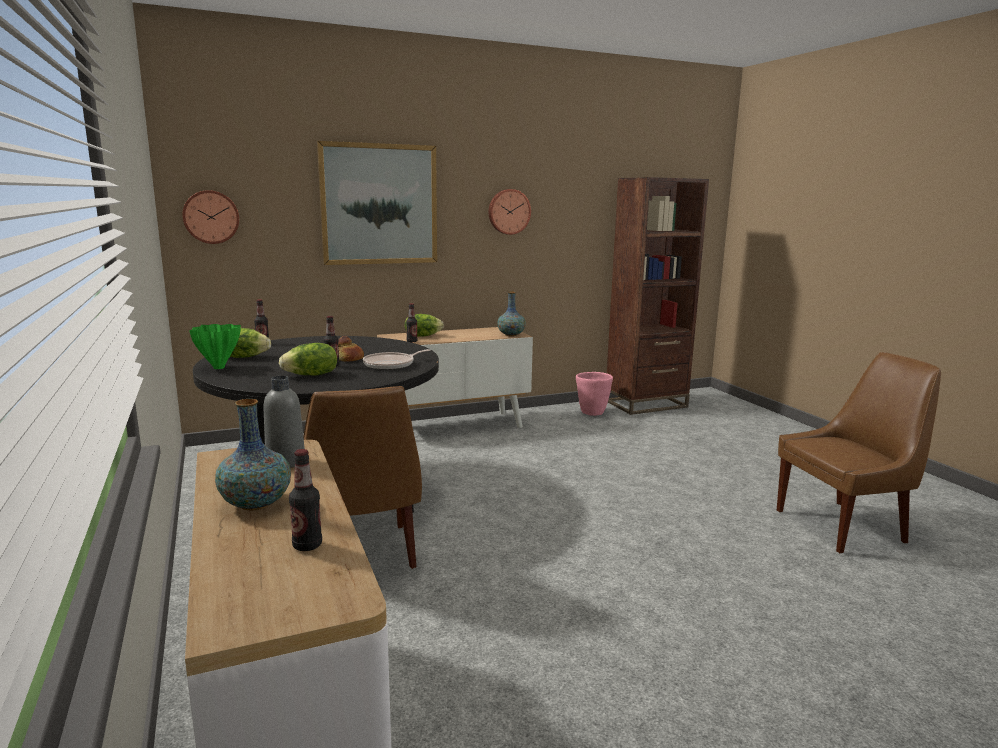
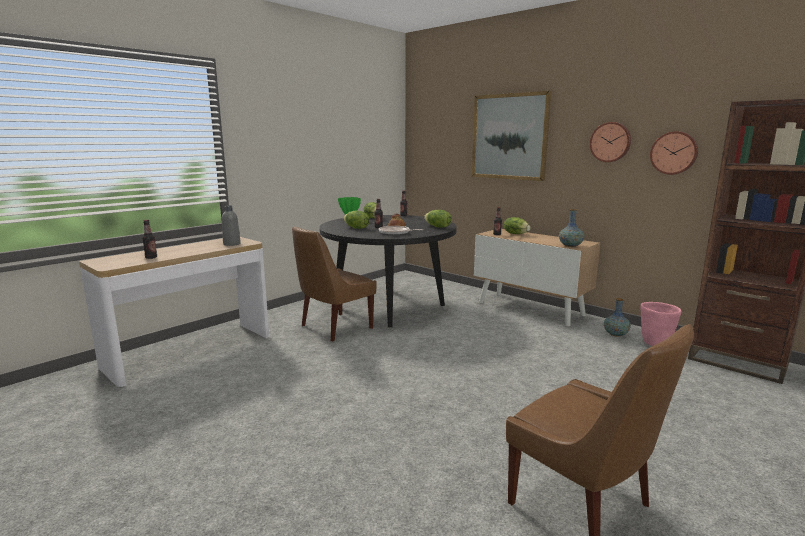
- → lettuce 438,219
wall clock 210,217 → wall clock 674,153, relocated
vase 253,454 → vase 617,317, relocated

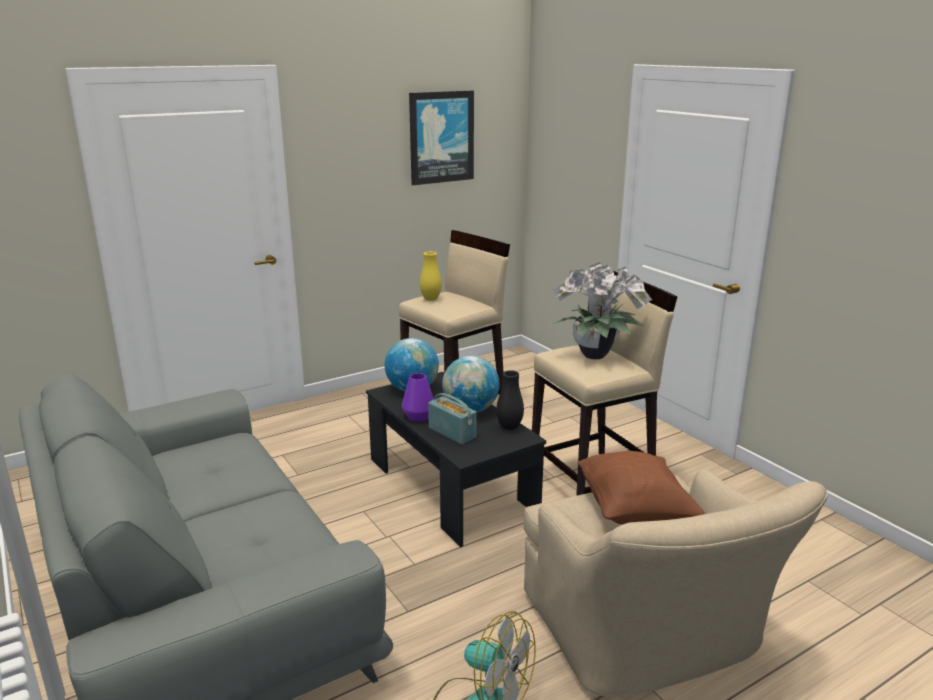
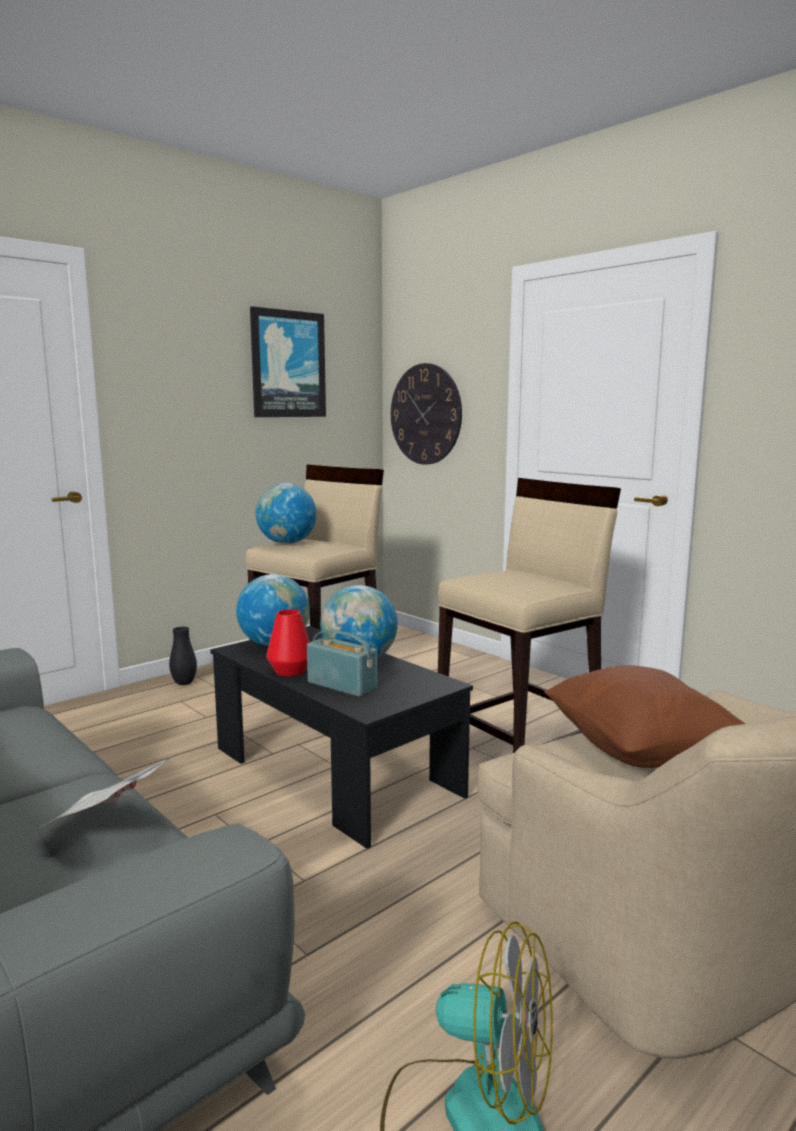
potted plant 601,310 → -
- → newspaper 108,791
- → wall clock 426,414
black vase 510,400 → black vase 183,656, relocated
yellow vase 431,276 → globe 286,513
purple vase 418,397 → red vase 288,643

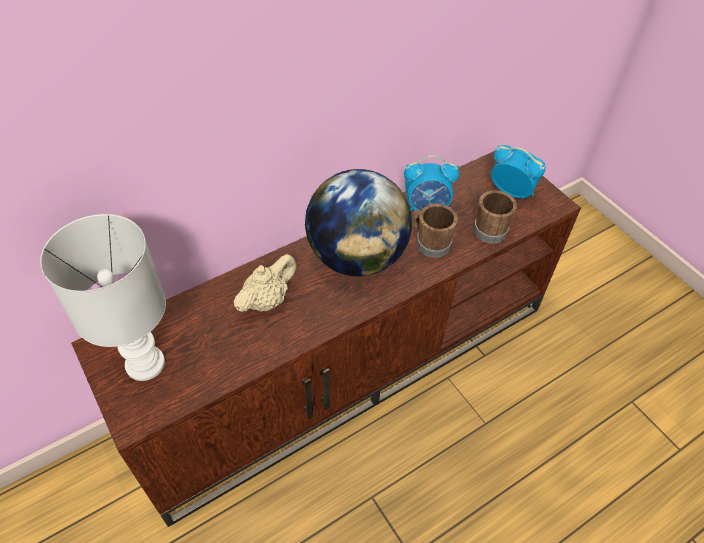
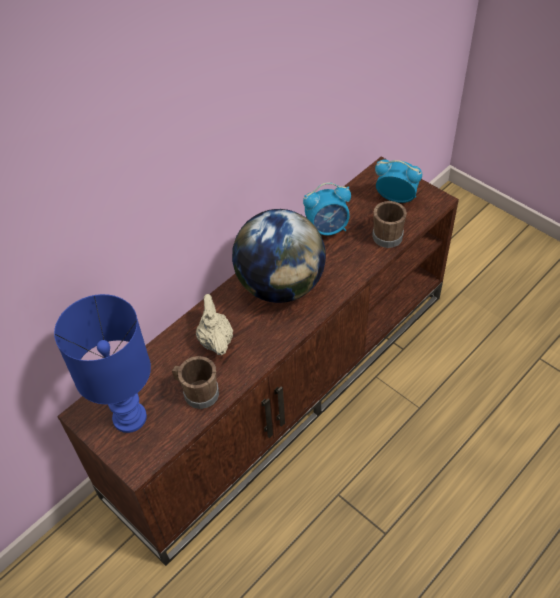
brown mug 435,231 → brown mug 195,382, relocated
white table lamp 103,297 → blue table lamp 102,363
beige teapot 265,283 → beige teapot 214,325, 45 degrees counterclockwise

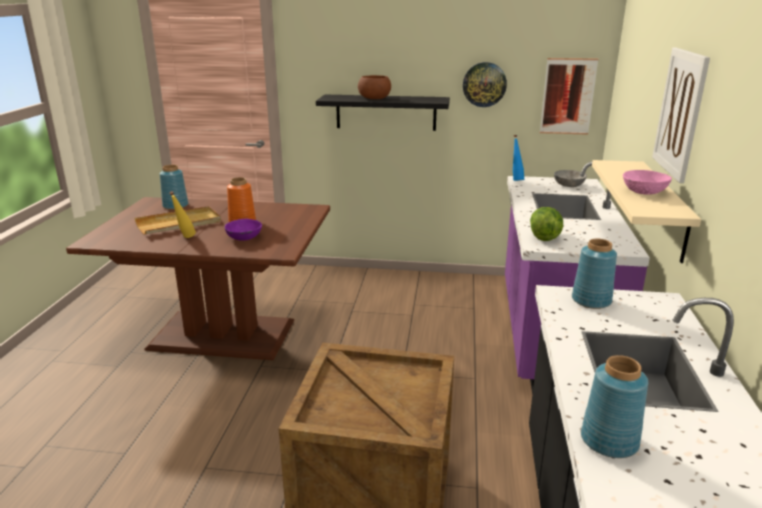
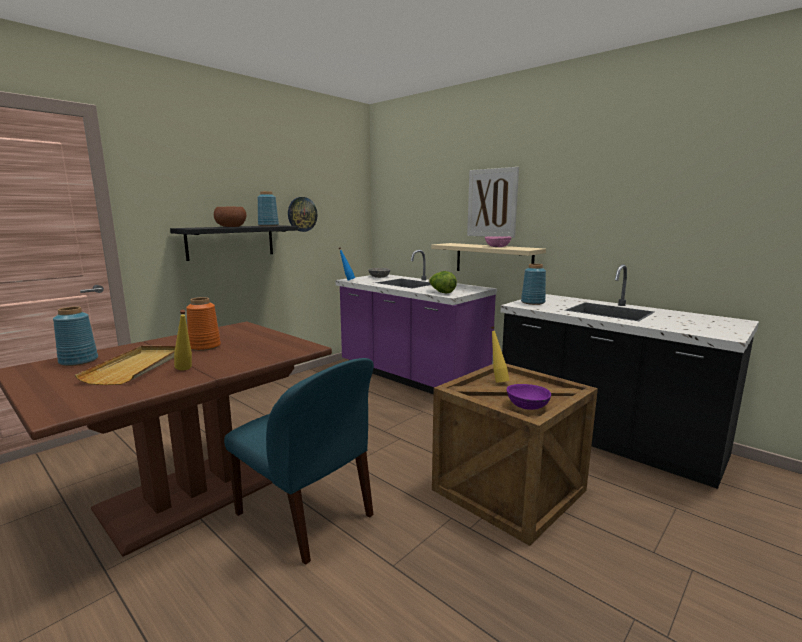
picture 569,96 → -
- → blue chair 299,461
- → yellow bottle 500,354
purple bowl 243,230 → purple bowl 529,397, relocated
blue vase 614,406 → blue vase 268,208, relocated

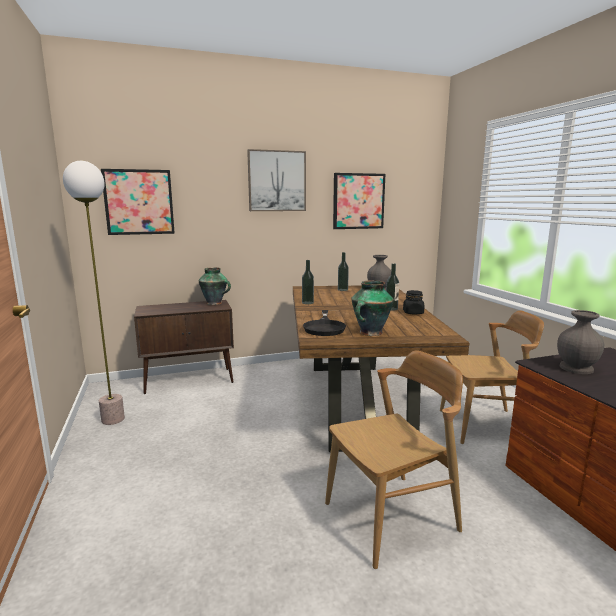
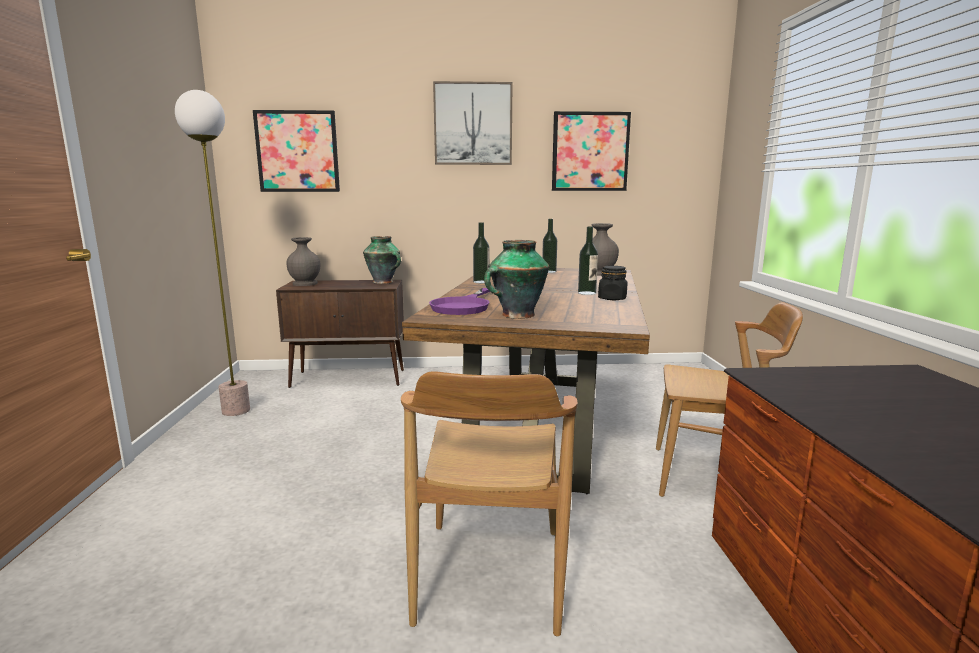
grey vase 580,342 → grey vase 303,261, relocated
black frying pan 324,323 → purple frying pan 459,301
brown chair 394,459 → brown chair 489,504, 105 degrees clockwise

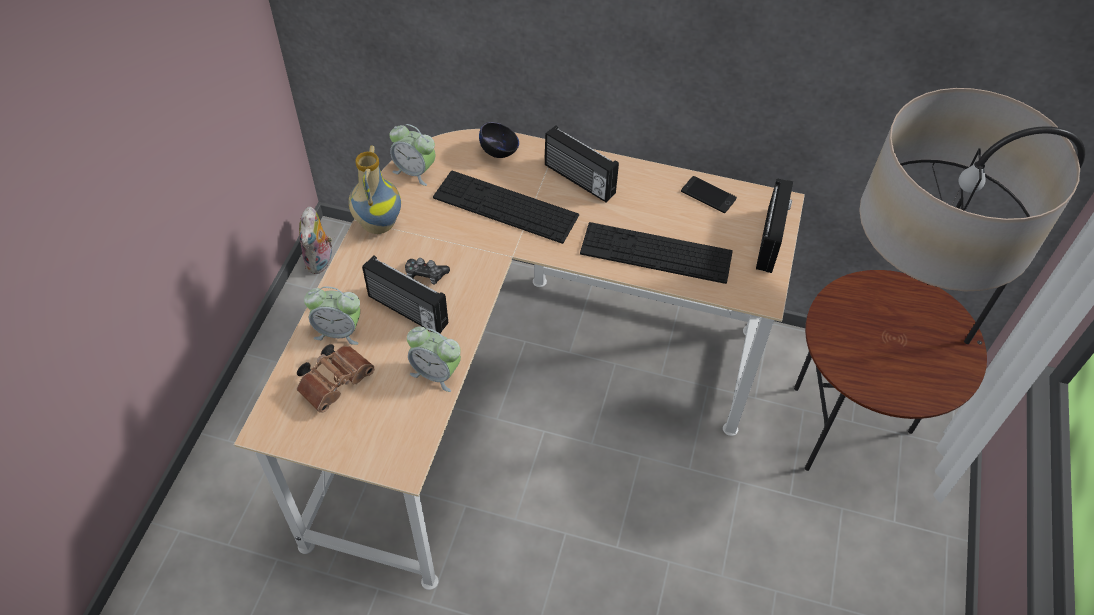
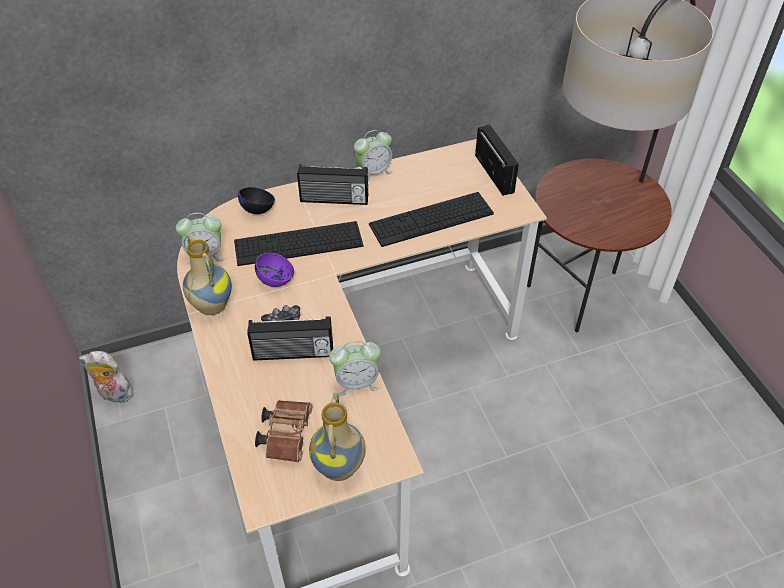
phone 709,194 → -
- → purple bowl 274,269
- → vase 337,437
alarm clock 332,315 → alarm clock 373,155, relocated
plush toy 315,240 → plush toy 106,377, 135 degrees clockwise

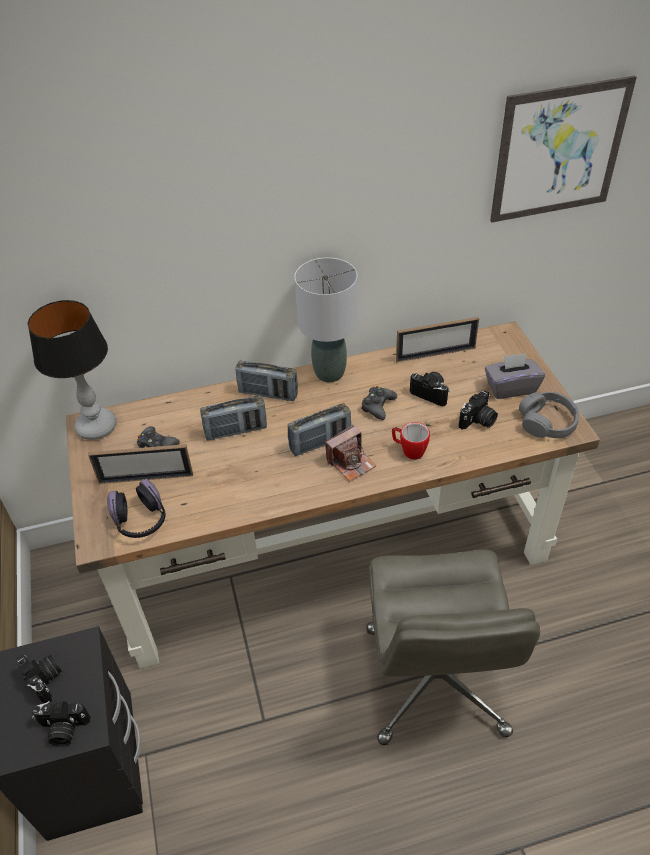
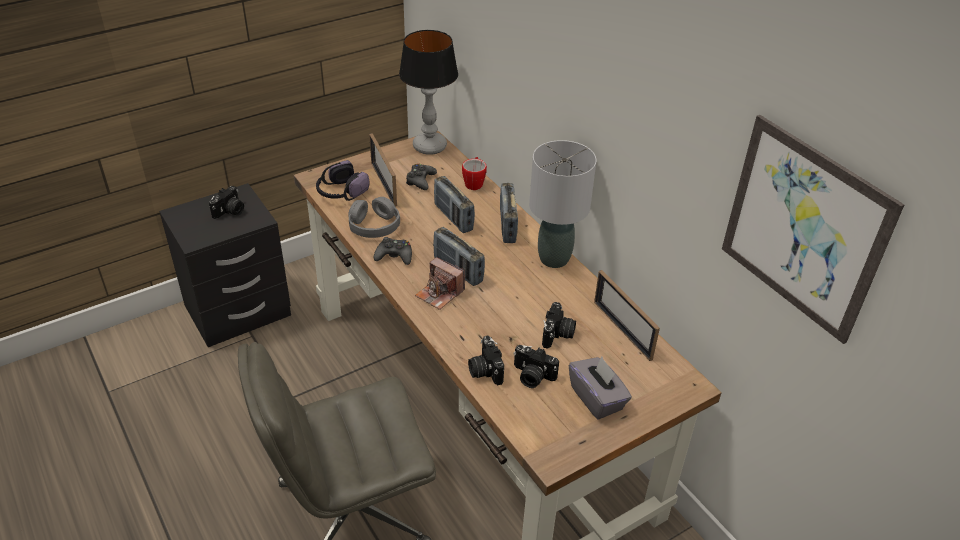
photo camera 61,723 → photo camera 486,360, relocated
black game controller 379,403 → black game controller 393,251, relocated
mug 411,440 → mug 474,173, relocated
grey headphones 549,415 → grey headphones 374,217, relocated

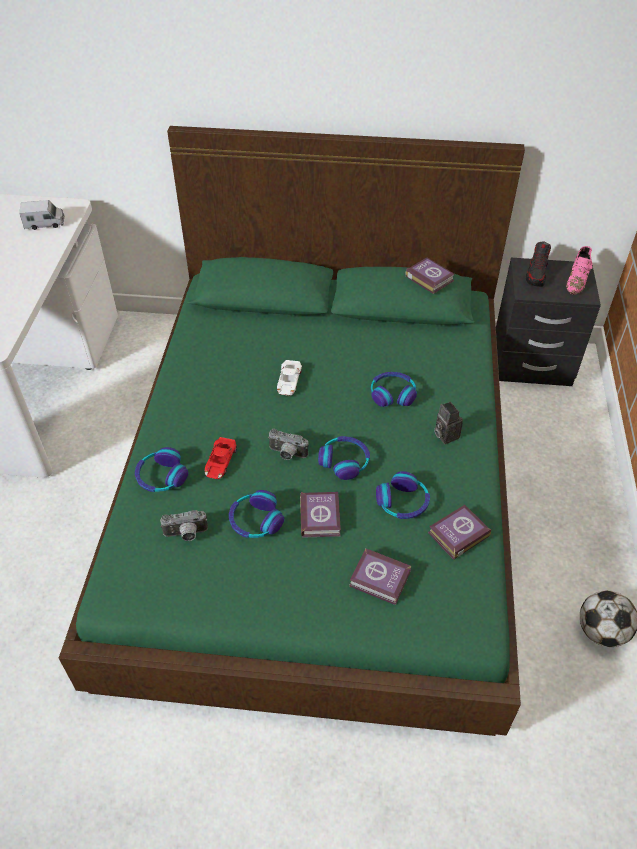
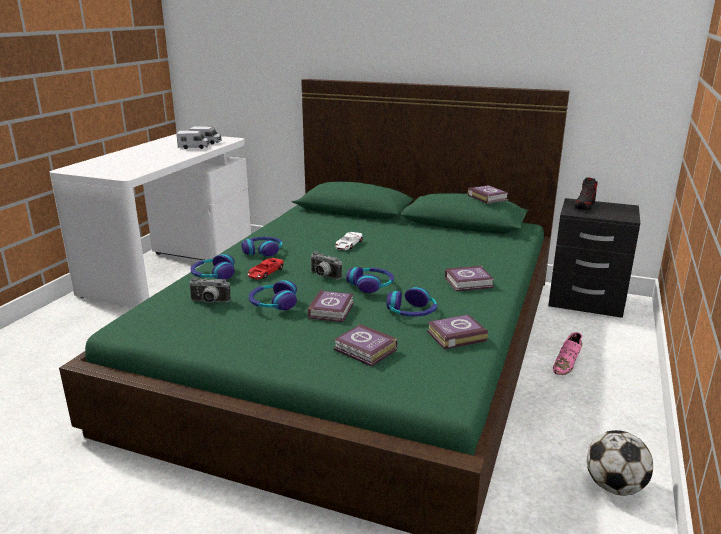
- → toy truck 193,140
headphones 394,389 → headphones 261,247, relocated
pink shoe 579,270 → pink shoe 568,353, relocated
photo camera 448,423 → book 469,278

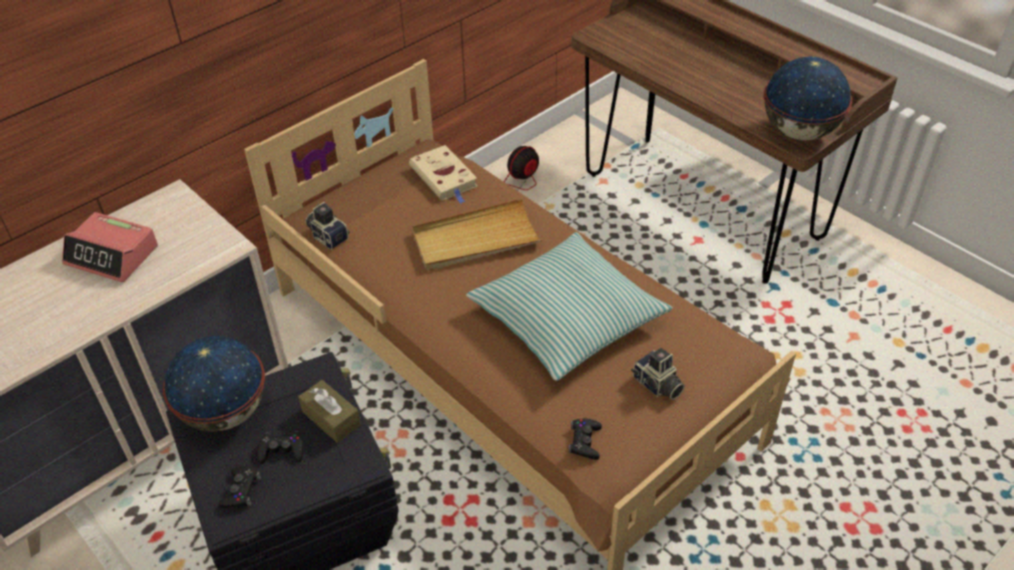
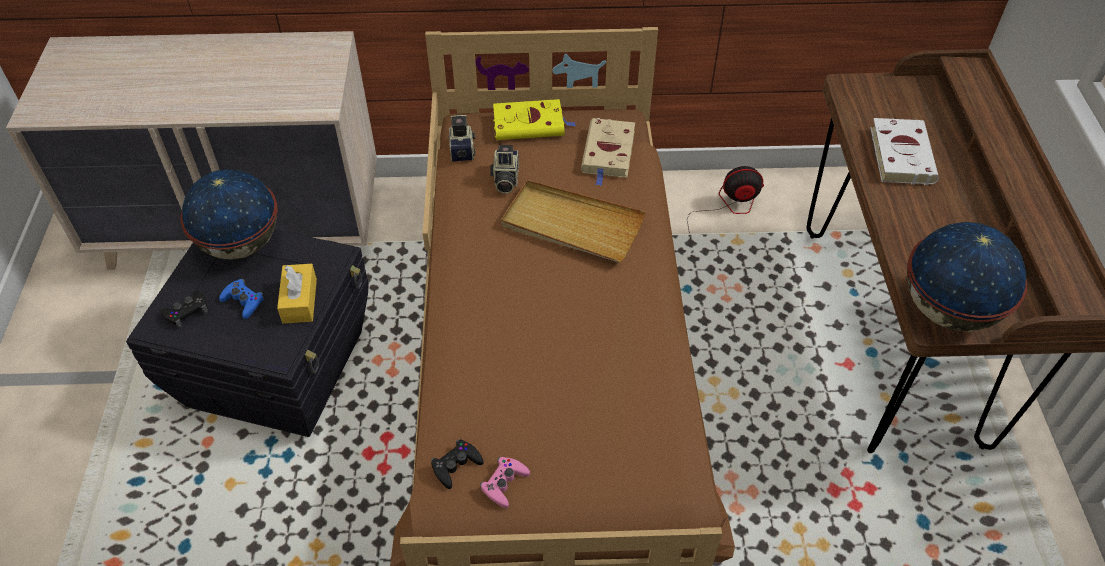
alarm clock 110,247 → -
pillow 569,306 → -
- → pink game controller 505,482
- → yellow book 534,119
- → white book 904,151
photo camera 658,374 → photo camera 504,169, relocated
black game controller 280,447 → blue game controller 242,299
brown tissue box 329,411 → yellow tissue box 297,294

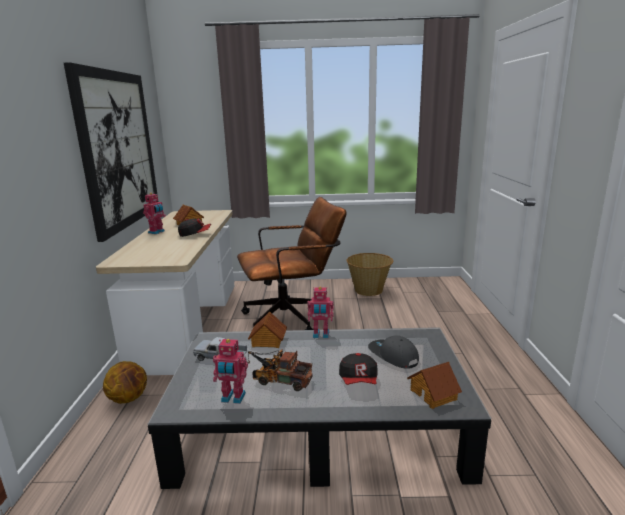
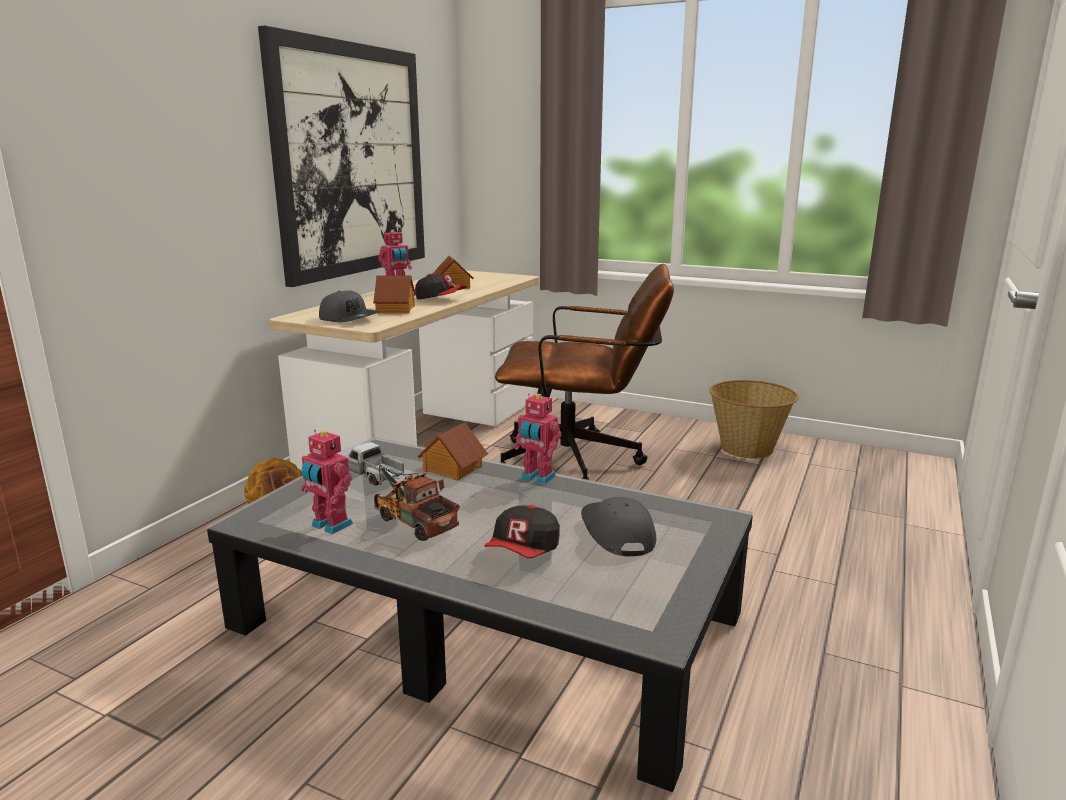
- → grey cap 349,306
toy house 434,385 → toy house 394,295, relocated

